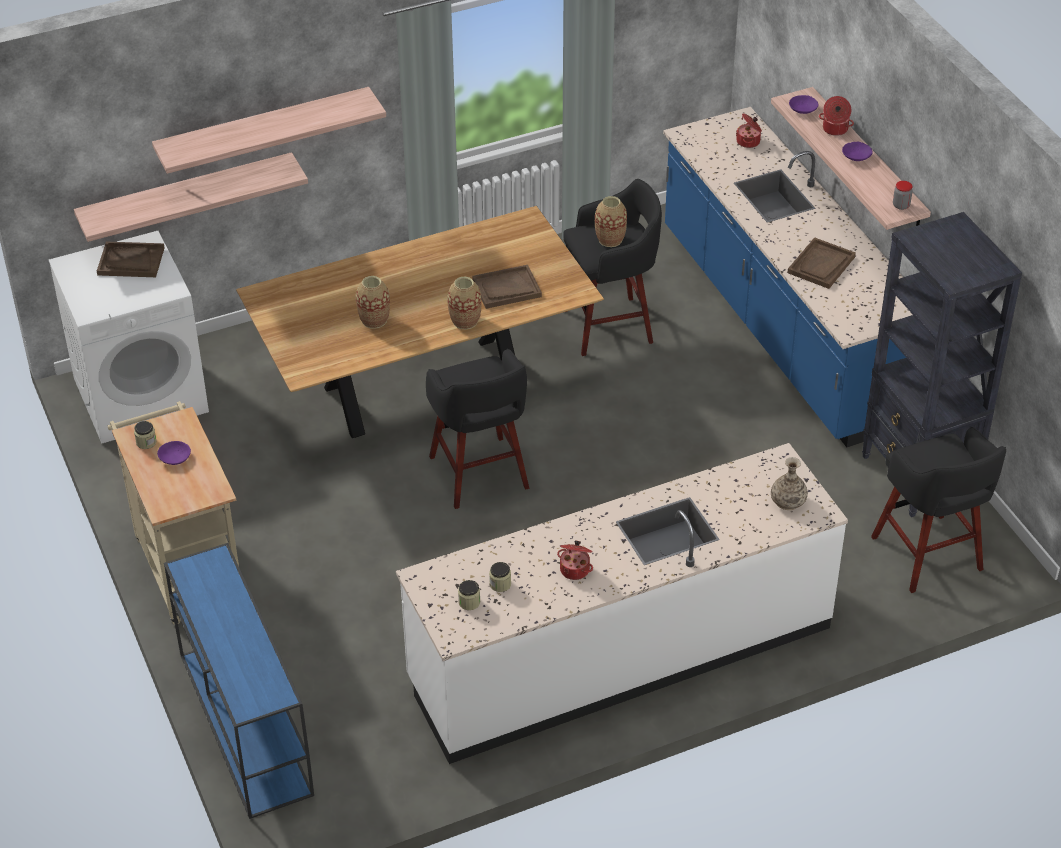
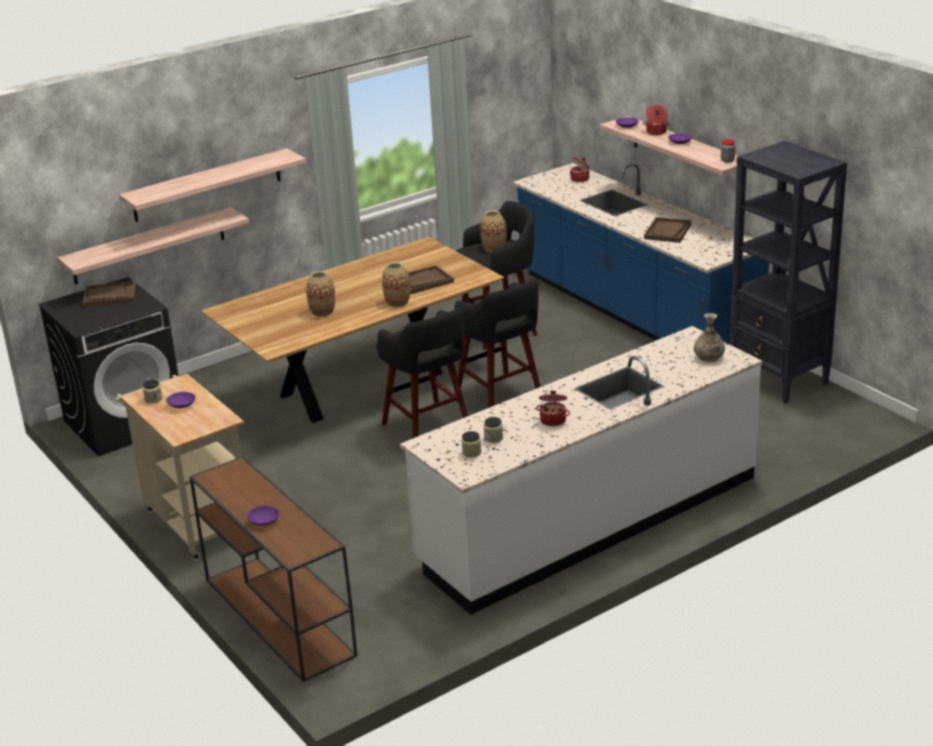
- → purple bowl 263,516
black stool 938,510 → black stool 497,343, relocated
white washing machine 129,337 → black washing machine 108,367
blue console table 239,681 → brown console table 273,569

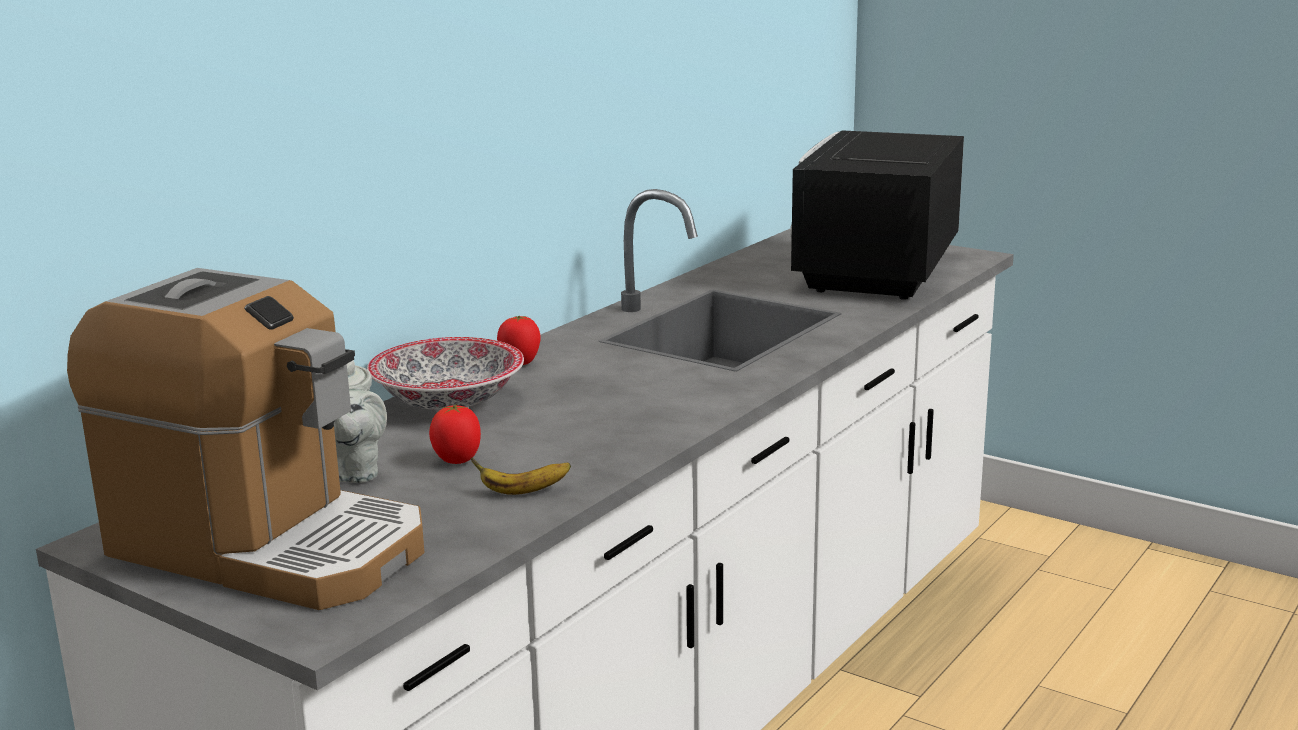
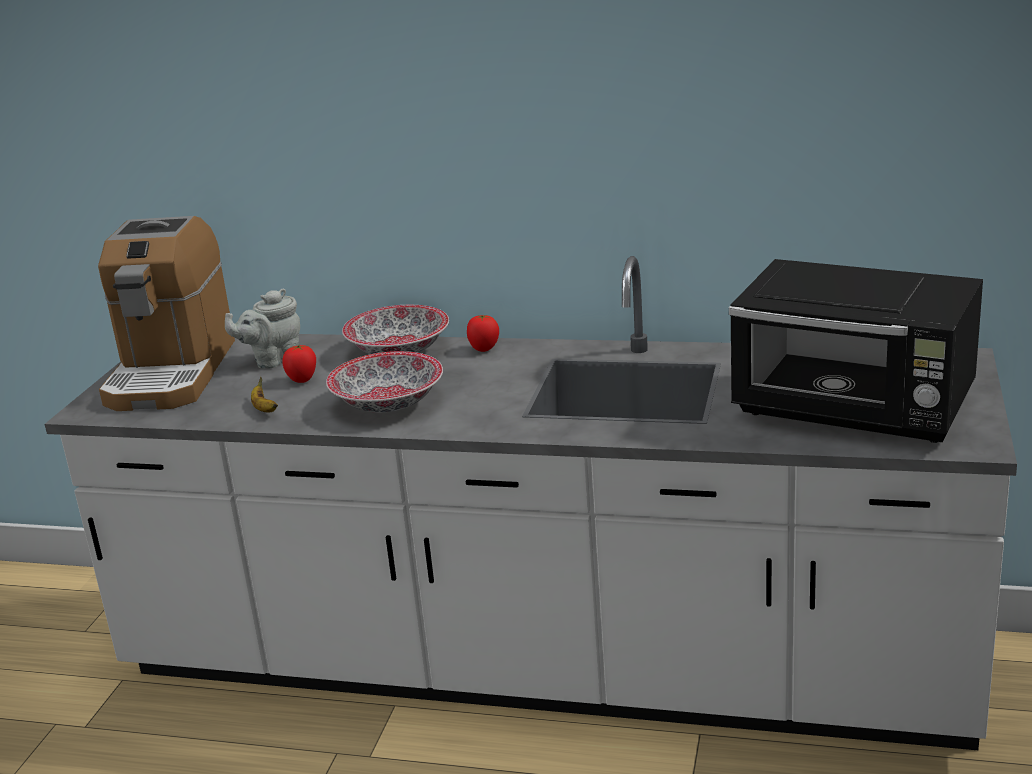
- → bowl 384,382
black microwave 877,215 → black microwave 856,351, 150 degrees counterclockwise

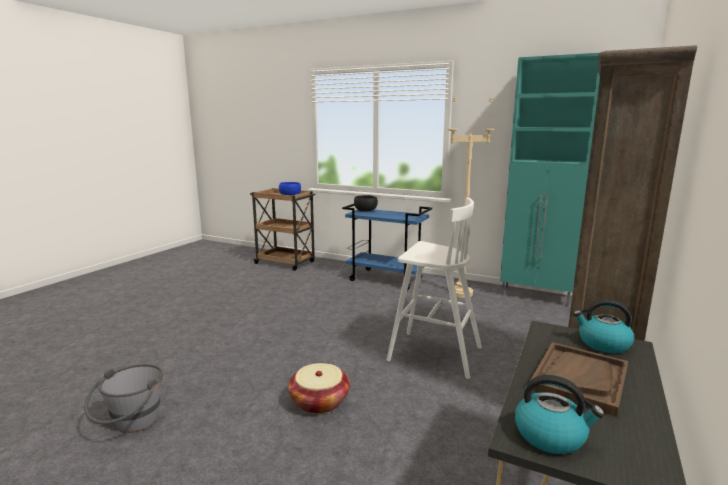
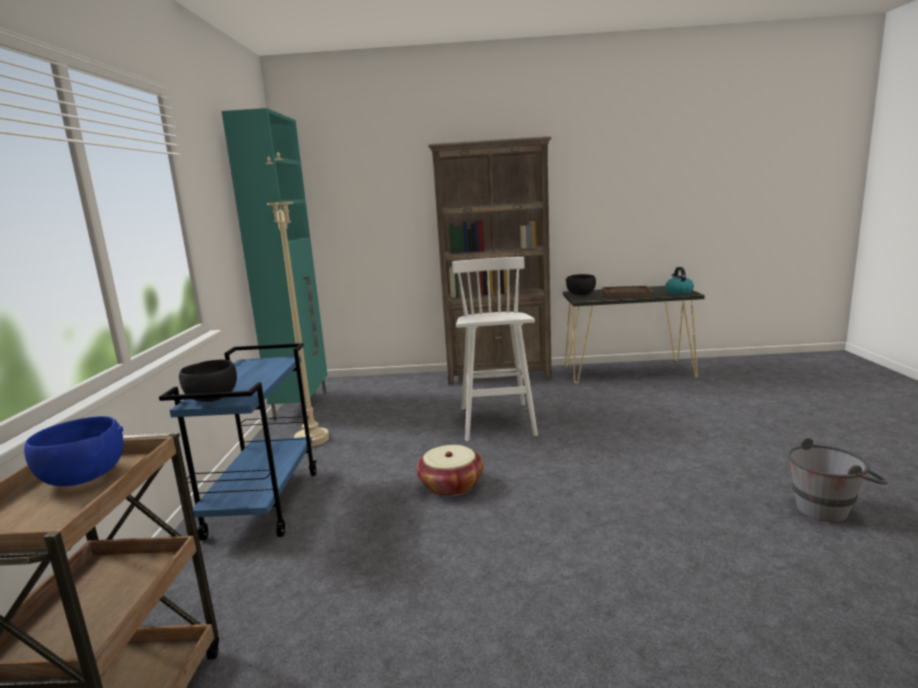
basket 319,388 → basket 449,470, relocated
kettle 603,326 → black bowl 580,284

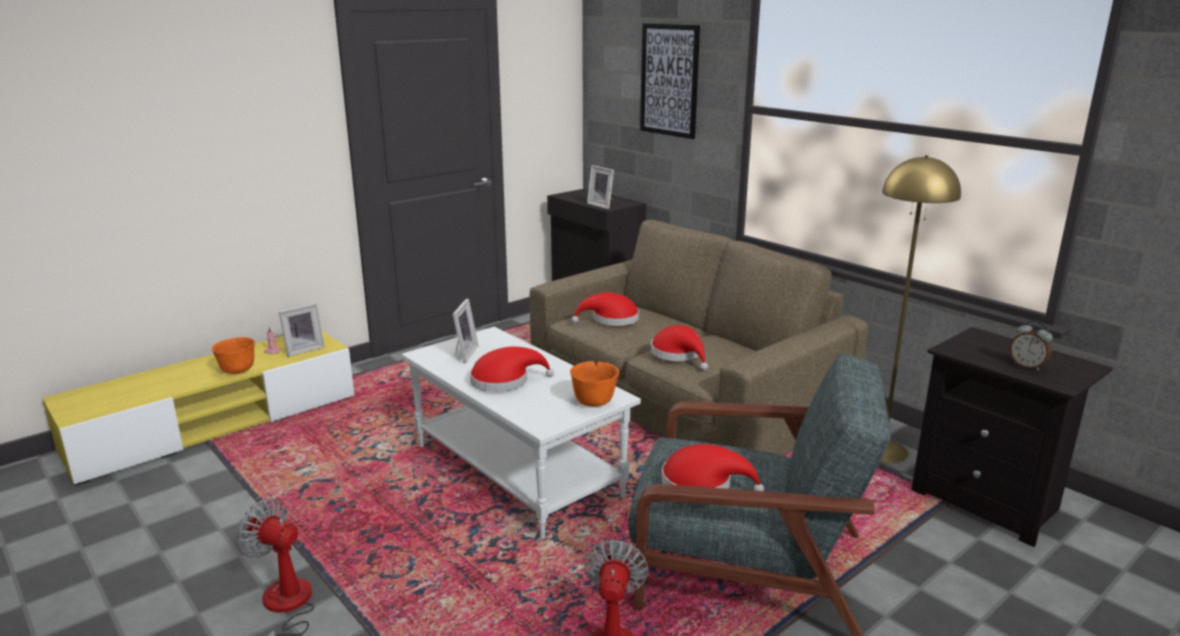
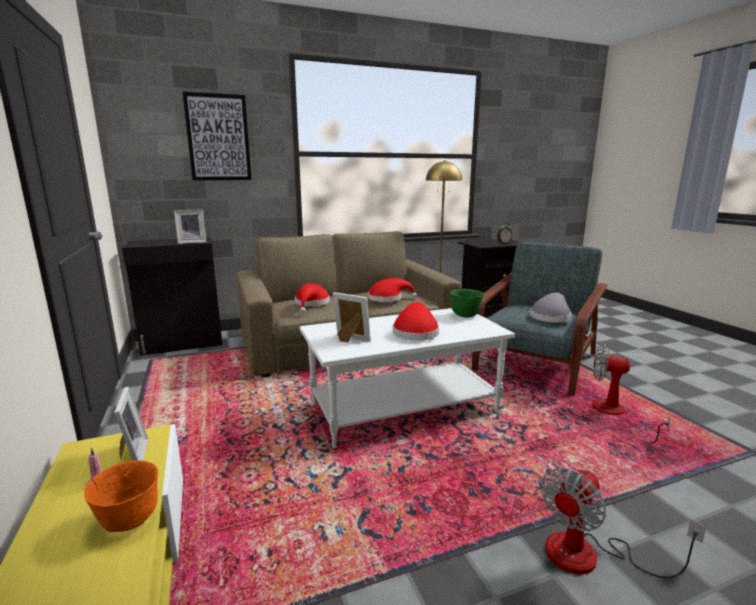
orange bowl 594,384 → green bowl 466,303
red hat 712,467 → grey hat 550,307

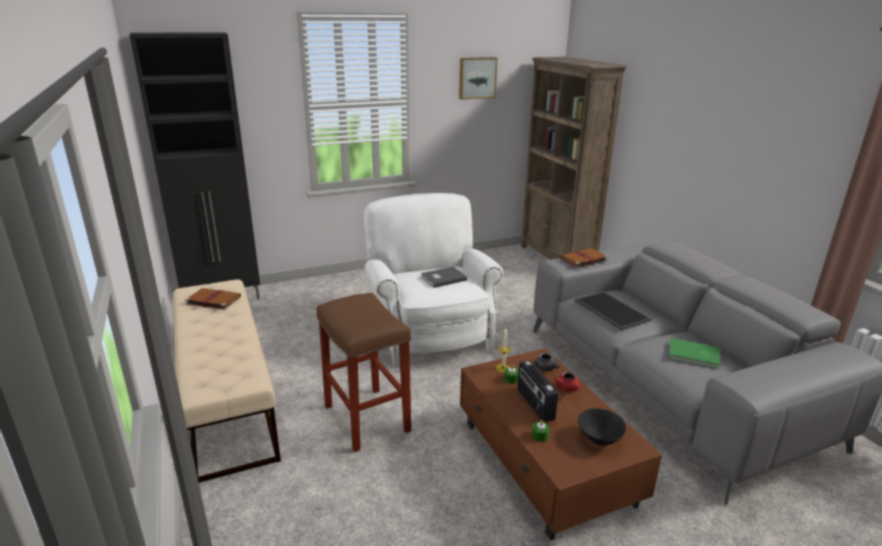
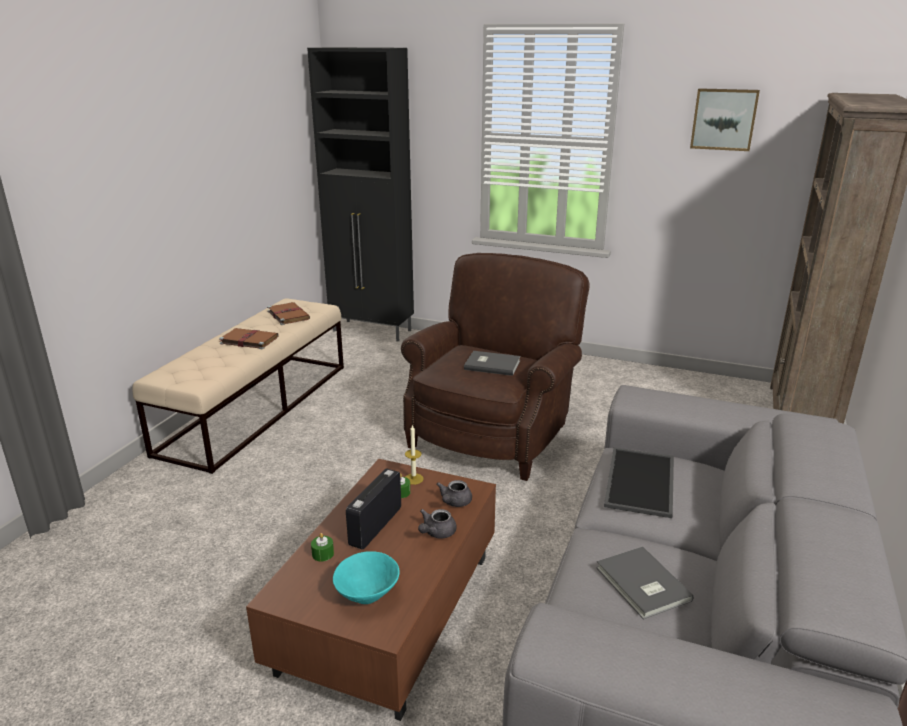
brown stool 364,372 → -
brown book 584,258 → brown book 249,338, relocated
white armchair 433,280 → brown armchair 495,367
red teapot 567,381 → grey teapot 437,523
black bowl 602,427 → turquoise bowl 366,577
green book 694,353 → grey book 645,583

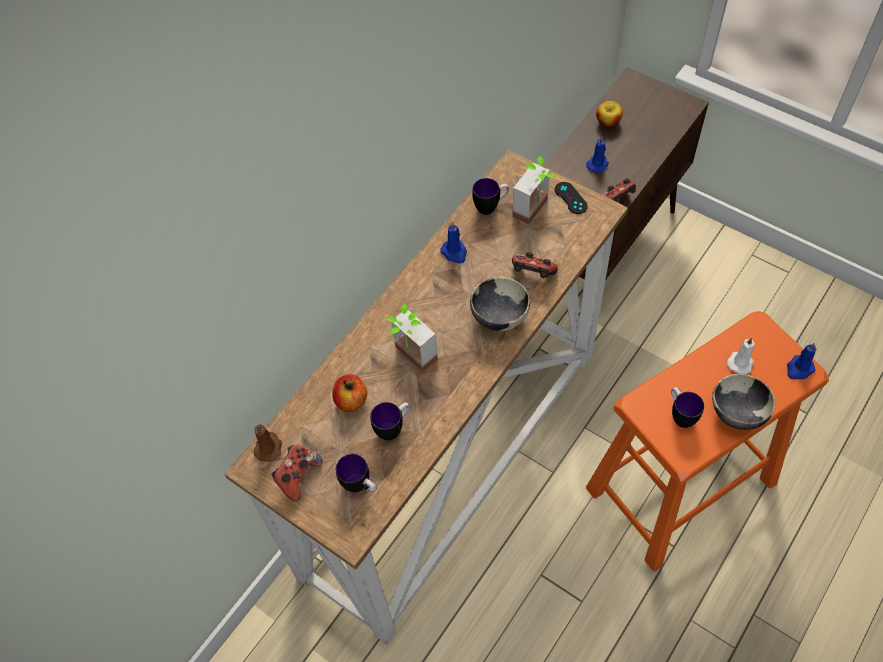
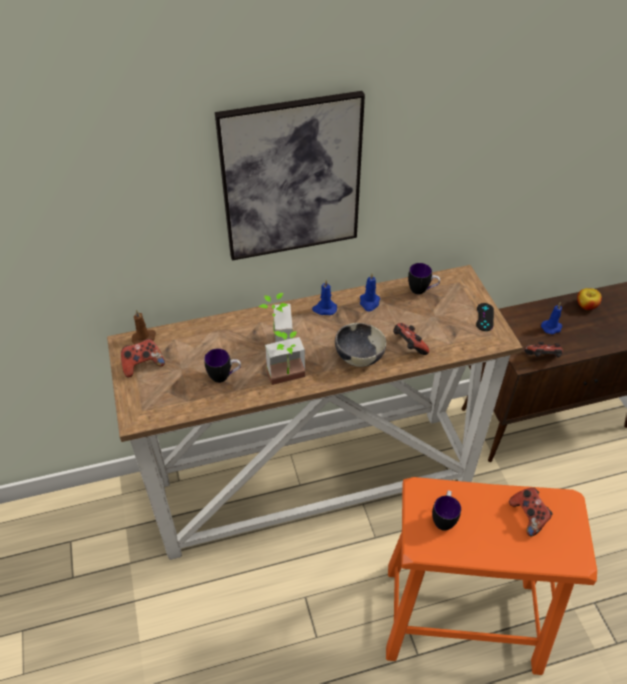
apple 349,393 → -
mug 356,473 → -
bowl 743,402 → -
- → picture 290,176
potted plant 534,190 → potted plant 285,358, relocated
blue candle 801,361 → blue candle 324,297, relocated
white candle 741,355 → game controller 531,512

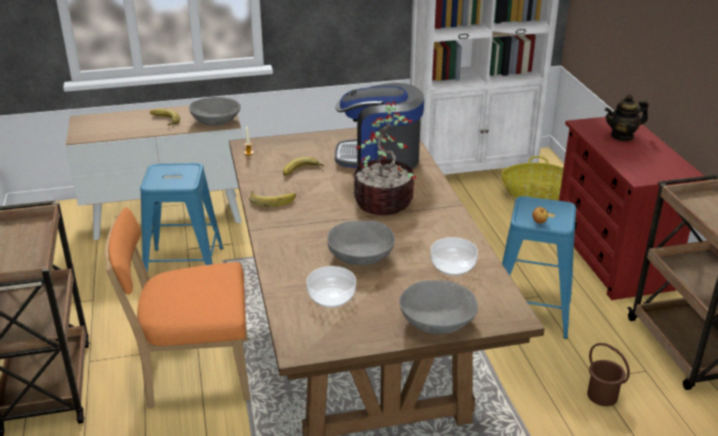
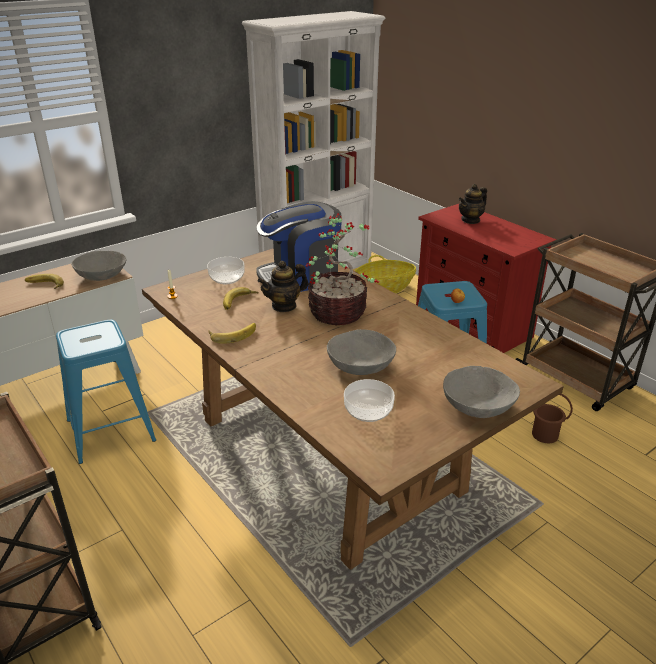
orange chair 177,308 → -
- → teapot 282,286
bowl 454,256 → bowl 225,270, relocated

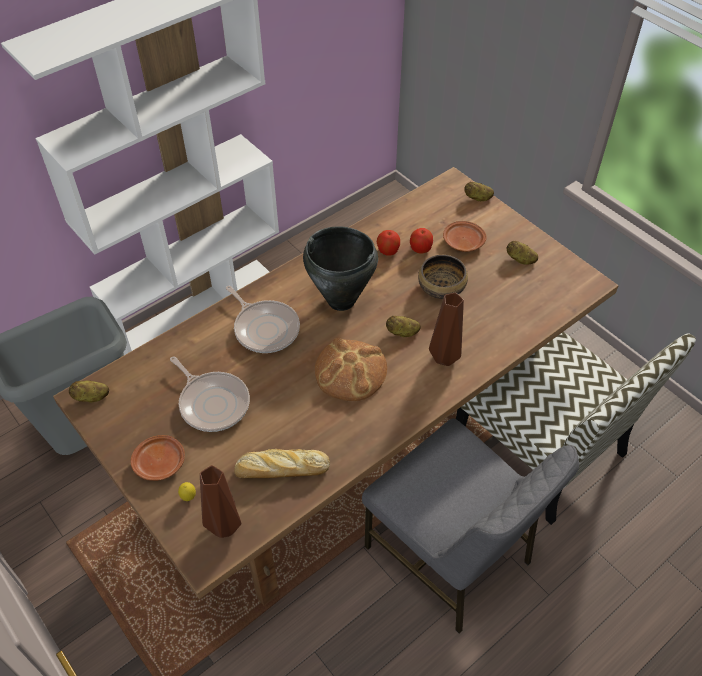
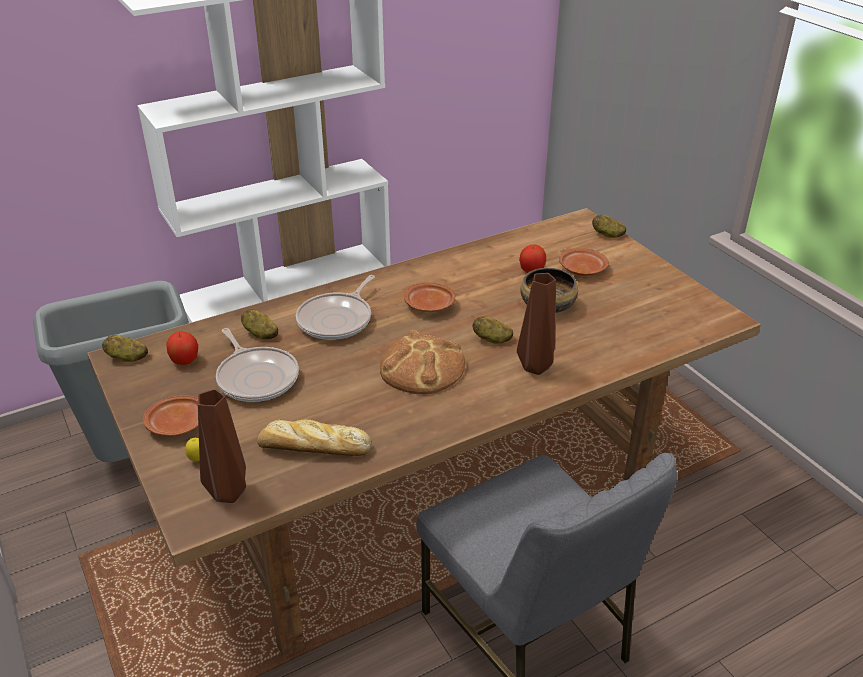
chair 576,428 → -
apple 388,243 → apple 182,348, relocated
potato 522,253 → potato 259,324, relocated
black cooking pot 340,268 → brown plate 429,297
frying pan 263,319 → frying pan 335,307, 60 degrees clockwise

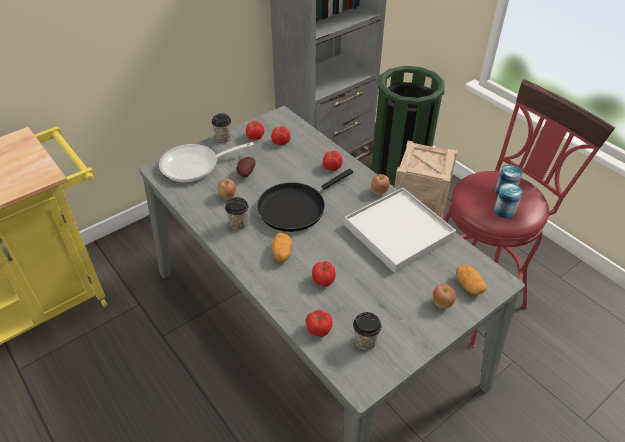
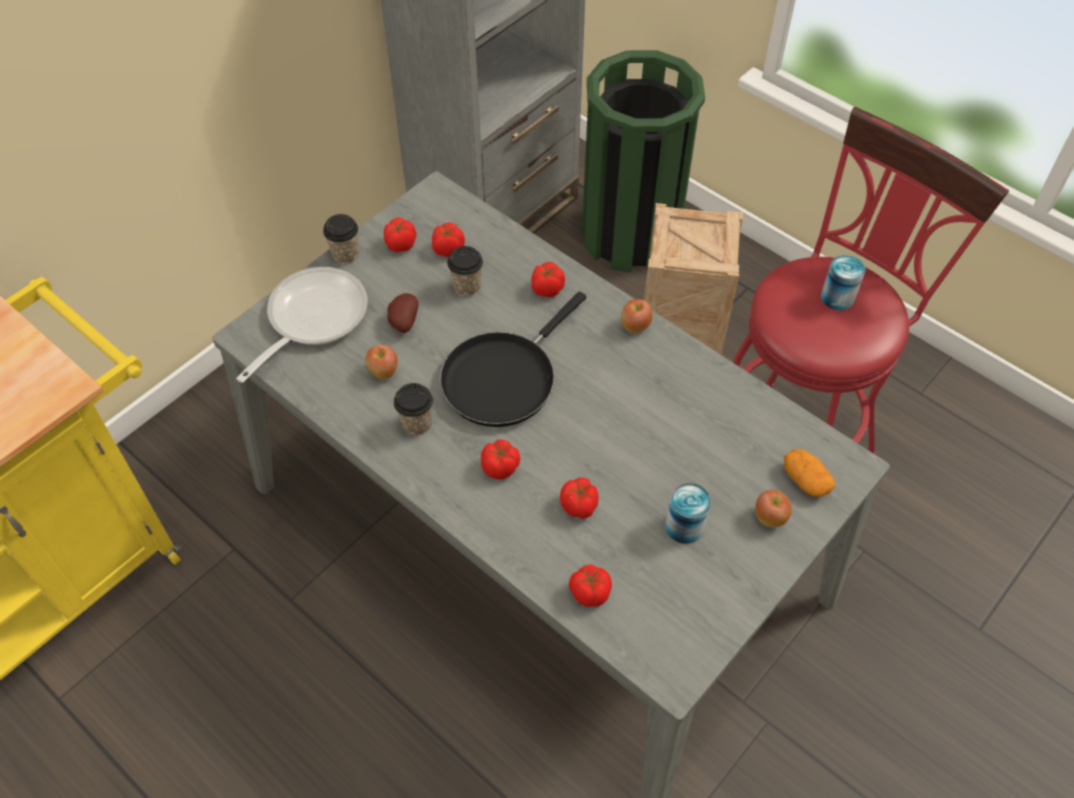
white tray 400,230 → -
cup 367,331 → cup 465,271, relocated
can 508,200 → can 688,513, relocated
potato 282,247 → tomato 500,460
frying pan 206,162 → frying pan 302,325, 150 degrees clockwise

